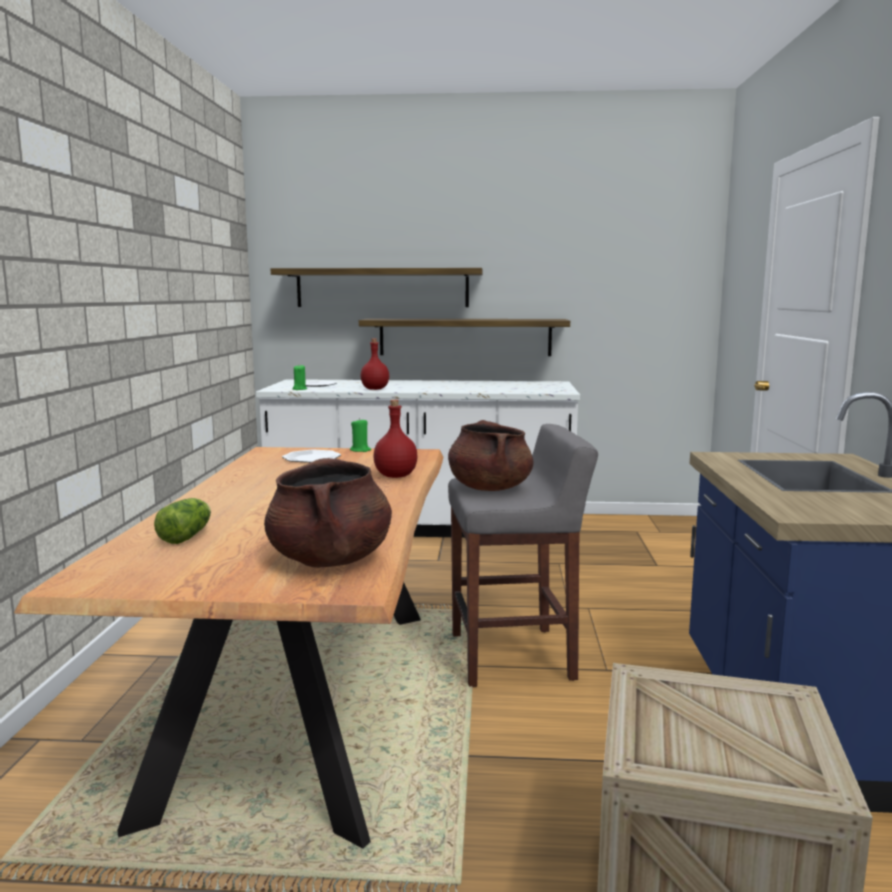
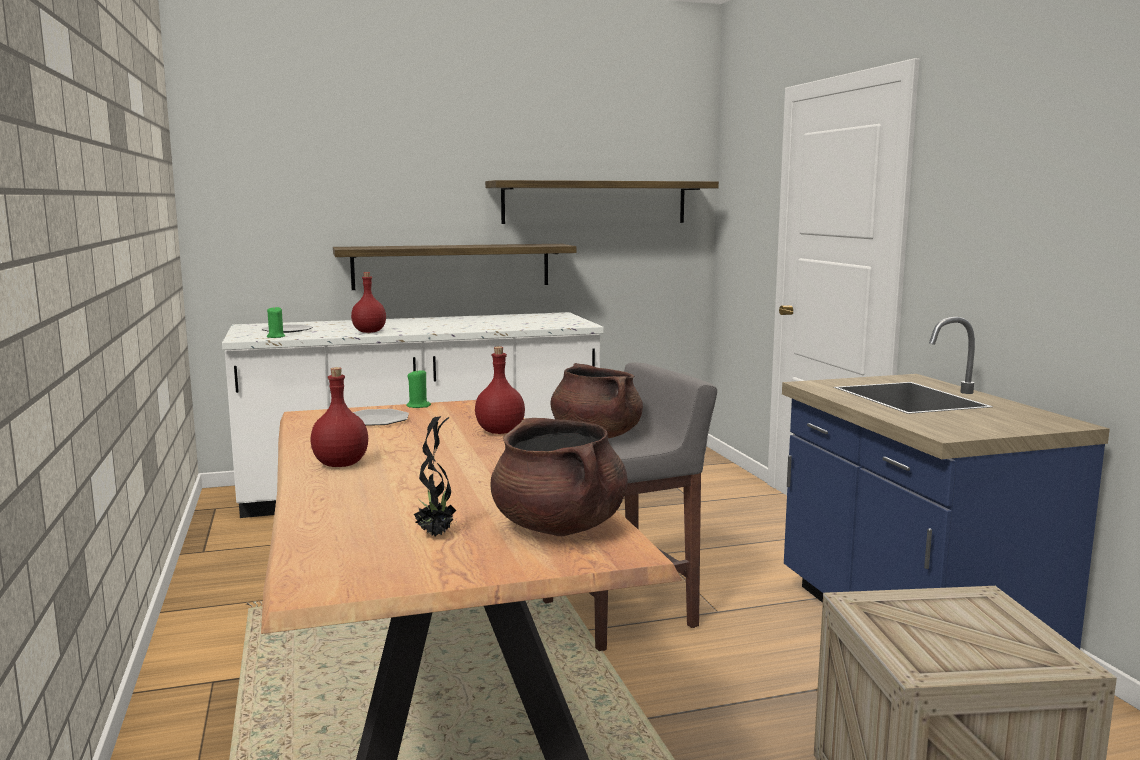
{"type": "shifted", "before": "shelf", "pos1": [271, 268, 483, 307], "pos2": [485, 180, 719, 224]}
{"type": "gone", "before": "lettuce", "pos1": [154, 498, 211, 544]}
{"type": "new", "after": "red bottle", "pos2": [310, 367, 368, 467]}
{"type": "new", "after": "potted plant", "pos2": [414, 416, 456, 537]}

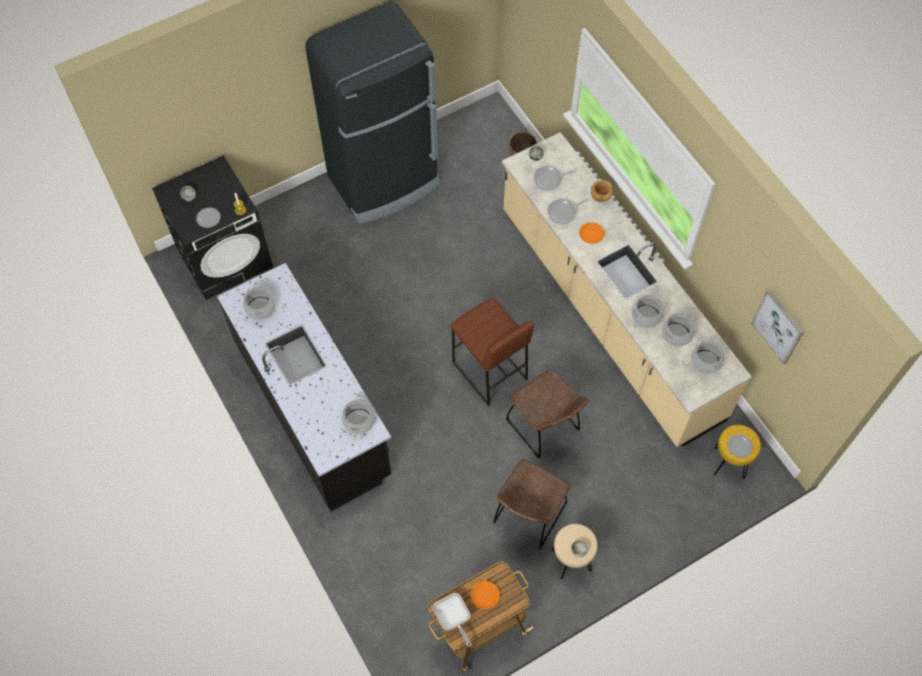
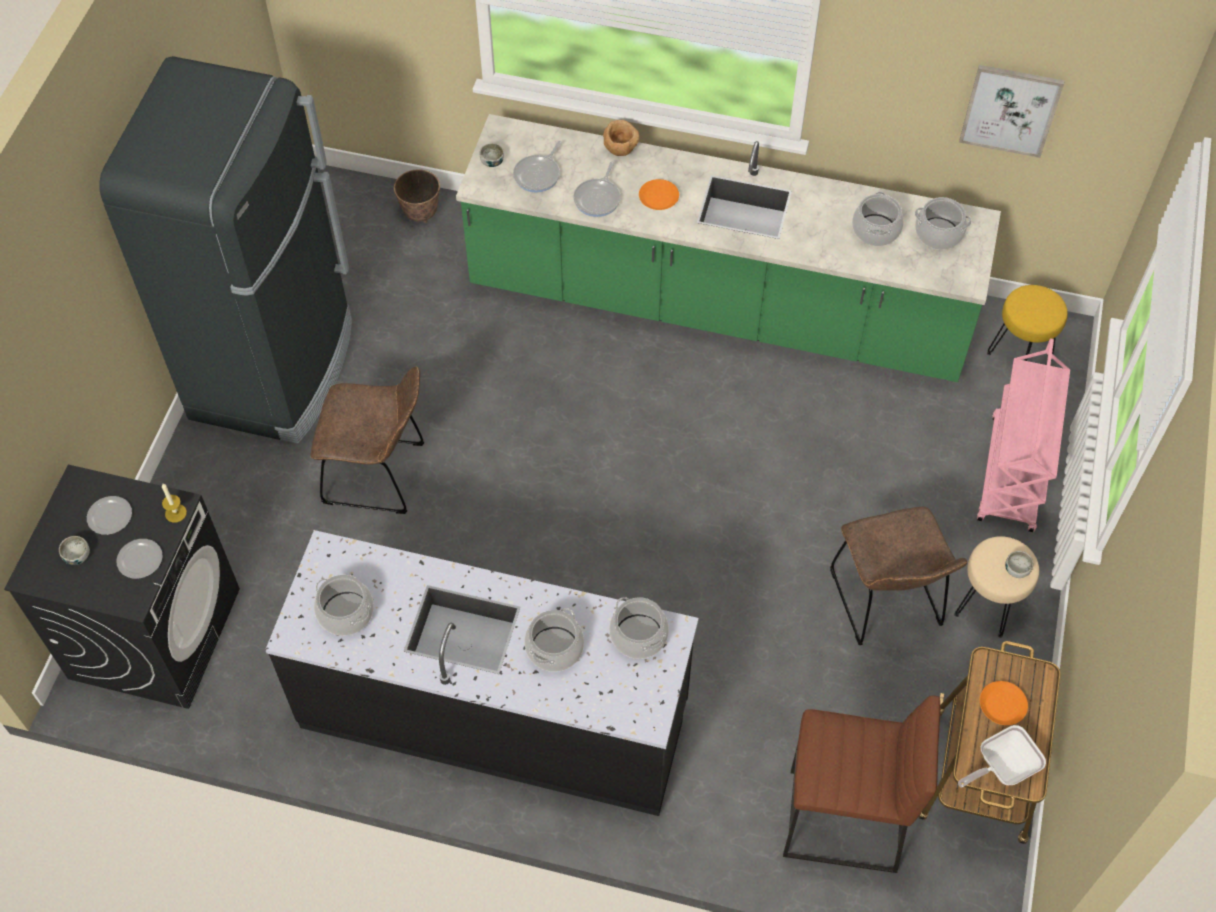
{"type": "repainted", "before": "beige counter", "after": "green counter", "pos1": [502, 132, 752, 447], "pos2": [456, 114, 1001, 382]}
{"type": "shifted", "before": "cooking pot", "pos1": [631, 295, 666, 328], "pos2": [524, 608, 584, 672]}
{"type": "shifted", "before": "brown stool", "pos1": [450, 297, 534, 406], "pos2": [783, 695, 940, 873]}
{"type": "shifted", "before": "brown chair", "pos1": [506, 370, 589, 458], "pos2": [310, 367, 424, 514]}
{"type": "shifted", "before": "plate", "pos1": [727, 434, 753, 458], "pos2": [87, 496, 132, 535]}
{"type": "rotated", "before": "frying pan", "pos1": [433, 593, 471, 647], "pos2": [958, 725, 1046, 787], "turn": 135}
{"type": "new", "after": "pink cart", "pos2": [977, 338, 1070, 532]}

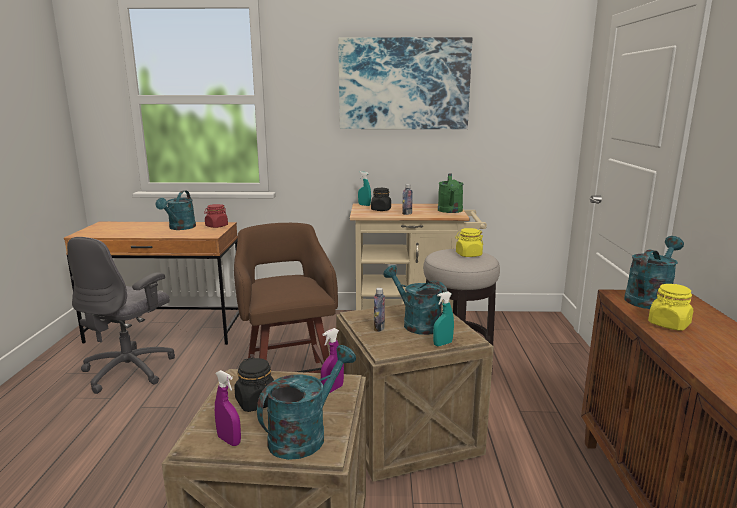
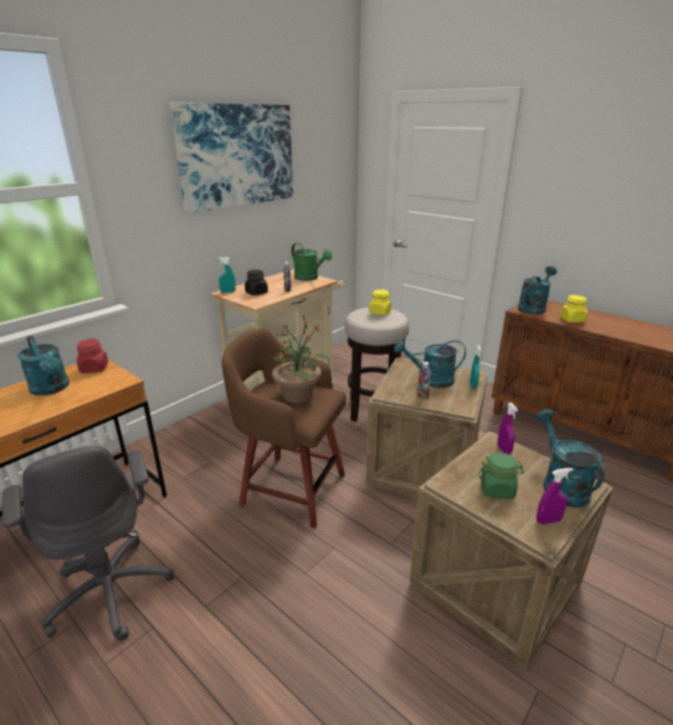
{"type": "rotated", "before": "turquoise watering can", "pos1": [624, 236, 684, 309], "pos2": [518, 266, 557, 314], "turn": 45}
{"type": "repainted", "before": "black jar", "after": "green jar", "pos1": [234, 357, 274, 412], "pos2": [478, 452, 524, 499]}
{"type": "new", "after": "potted plant", "pos2": [272, 319, 328, 403]}

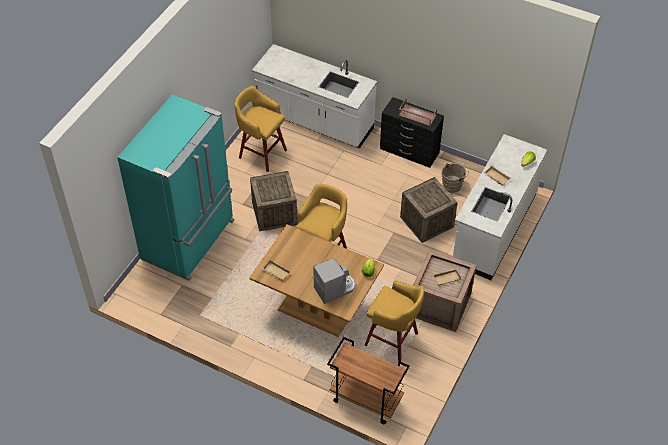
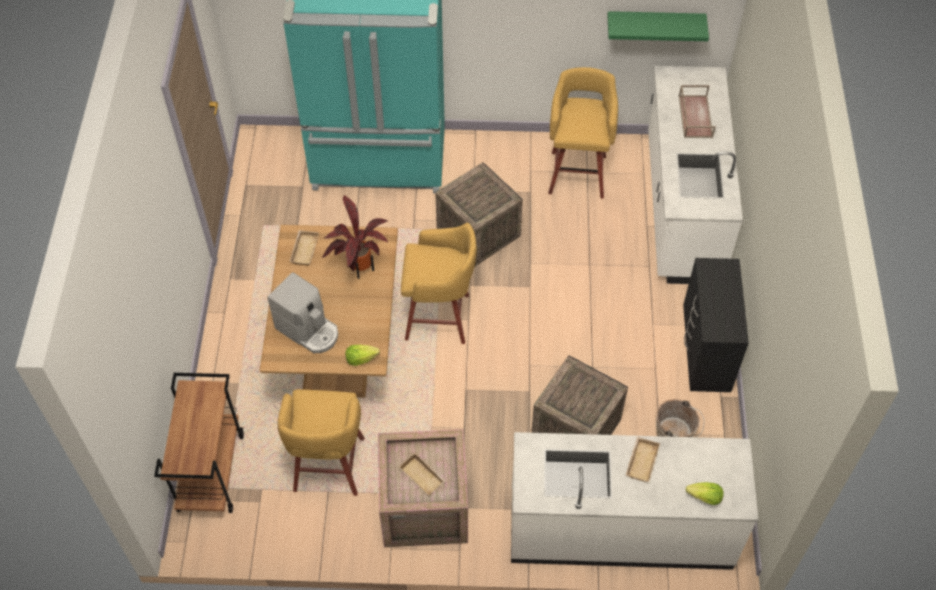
{"type": "shifted", "before": "brown tray", "pos1": [398, 98, 437, 126], "pos2": [679, 85, 716, 138]}
{"type": "new", "after": "green shelf", "pos2": [607, 11, 709, 41]}
{"type": "new", "after": "potted plant", "pos2": [321, 195, 388, 279]}

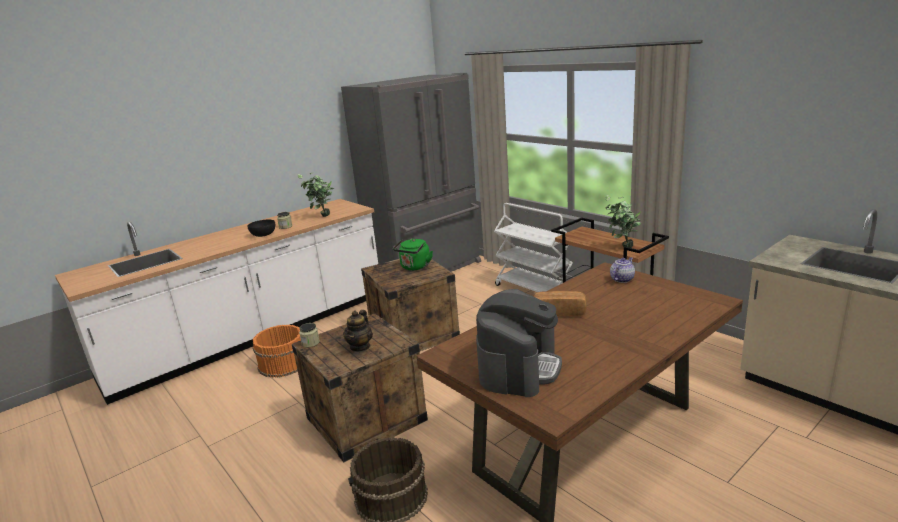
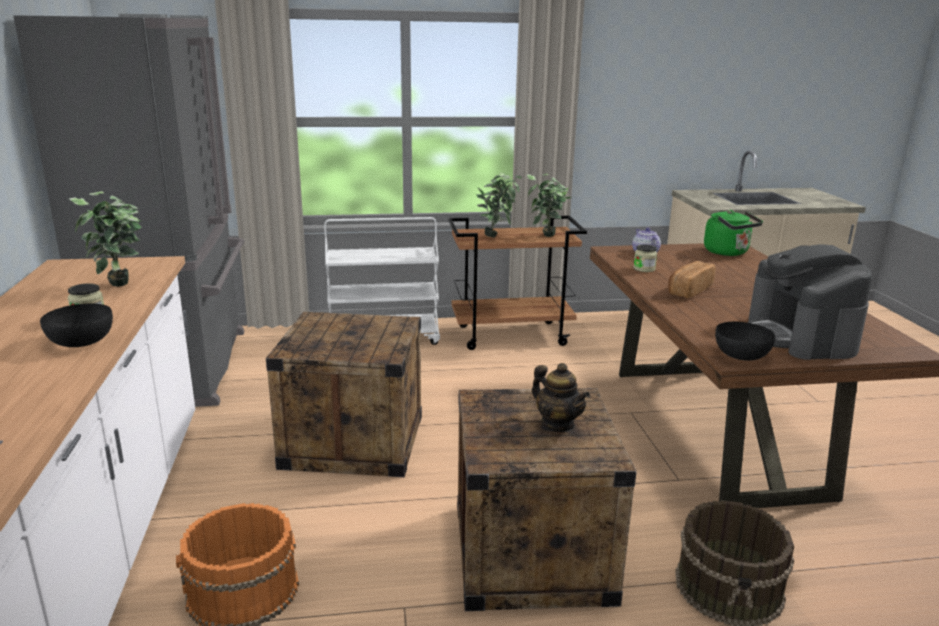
{"type": "shifted", "before": "green kettle", "pos1": [393, 239, 433, 270], "pos2": [704, 210, 763, 256]}
{"type": "rotated", "before": "coffee machine", "pos1": [476, 289, 562, 397], "pos2": [748, 244, 872, 360], "turn": -150}
{"type": "shifted", "before": "jar", "pos1": [299, 323, 320, 347], "pos2": [633, 244, 657, 272]}
{"type": "new", "after": "potted plant", "pos2": [477, 173, 522, 238]}
{"type": "new", "after": "black bowl", "pos2": [715, 322, 775, 361]}

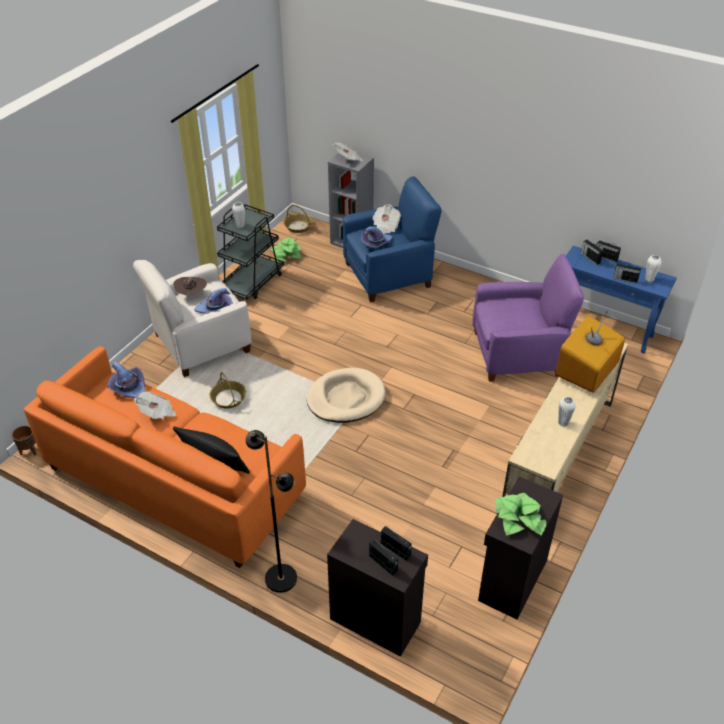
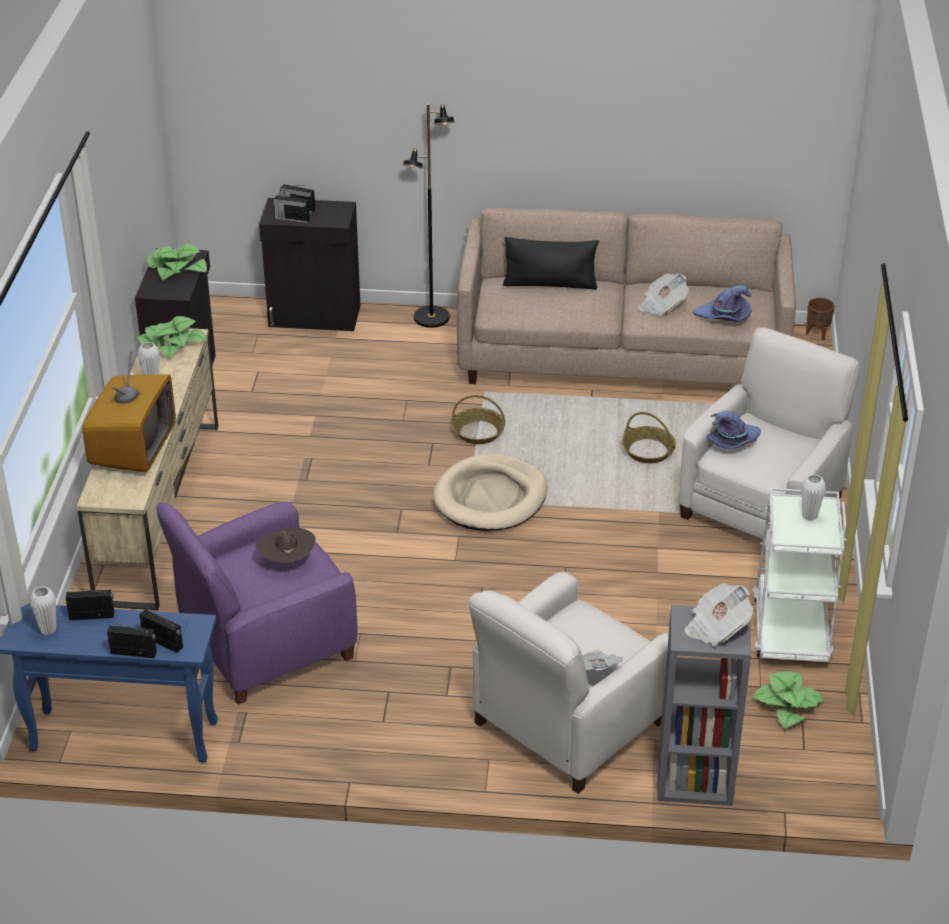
{"type": "repainted", "before": "blue armchair", "after": "white armchair", "pos1": [343, 176, 441, 302], "pos2": [469, 572, 669, 794]}
{"type": "repainted", "before": "black cart", "after": "white cart", "pos1": [217, 204, 284, 300], "pos2": [753, 488, 847, 662]}
{"type": "shifted", "before": "basket", "pos1": [284, 205, 313, 233], "pos2": [452, 395, 505, 444]}
{"type": "gone", "before": "purple hat", "pos1": [361, 226, 392, 249]}
{"type": "shifted", "before": "brown hat", "pos1": [173, 277, 207, 295], "pos2": [255, 528, 316, 565]}
{"type": "repainted", "before": "orange sofa", "after": "beige sofa", "pos1": [24, 346, 306, 568], "pos2": [457, 208, 796, 384]}
{"type": "new", "after": "potted plant", "pos2": [137, 316, 207, 359]}

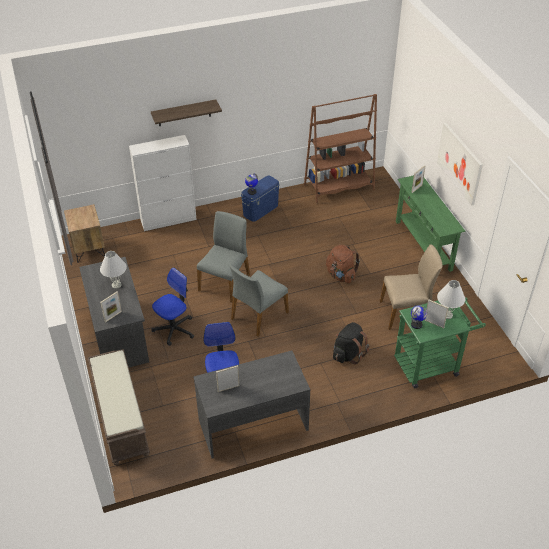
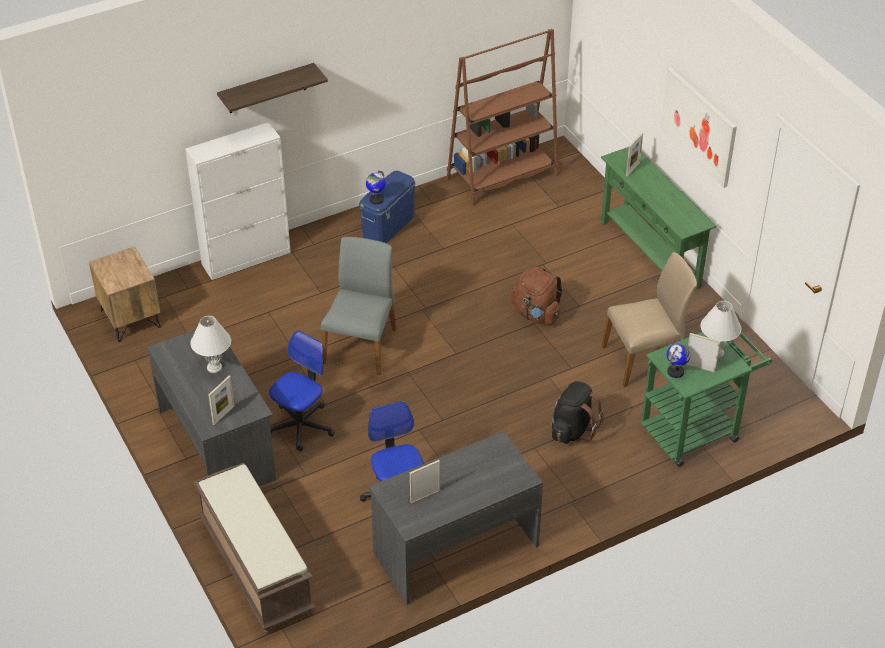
{"type": "gone", "before": "grey chair", "pos1": [230, 264, 289, 337]}

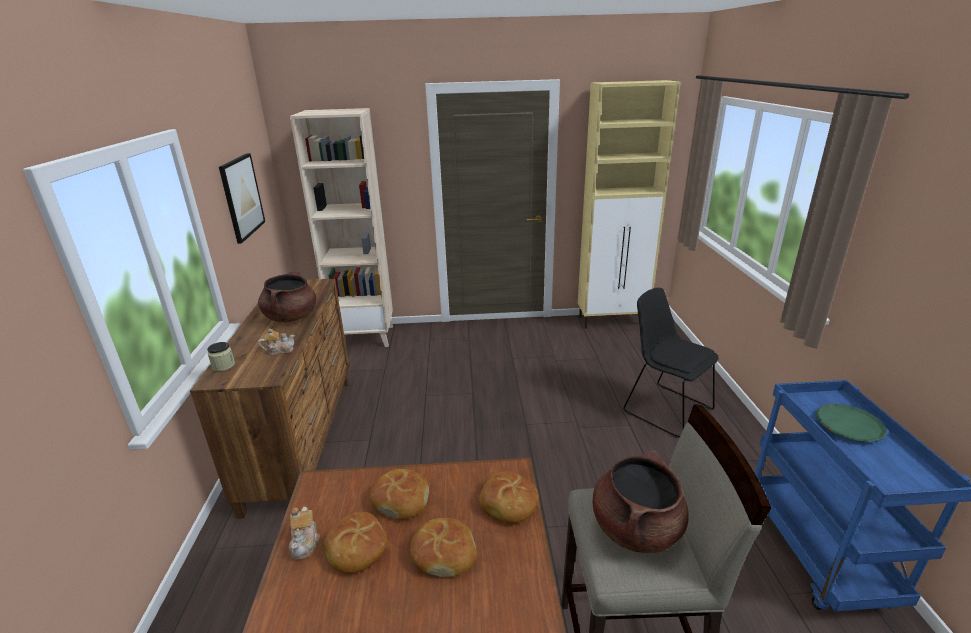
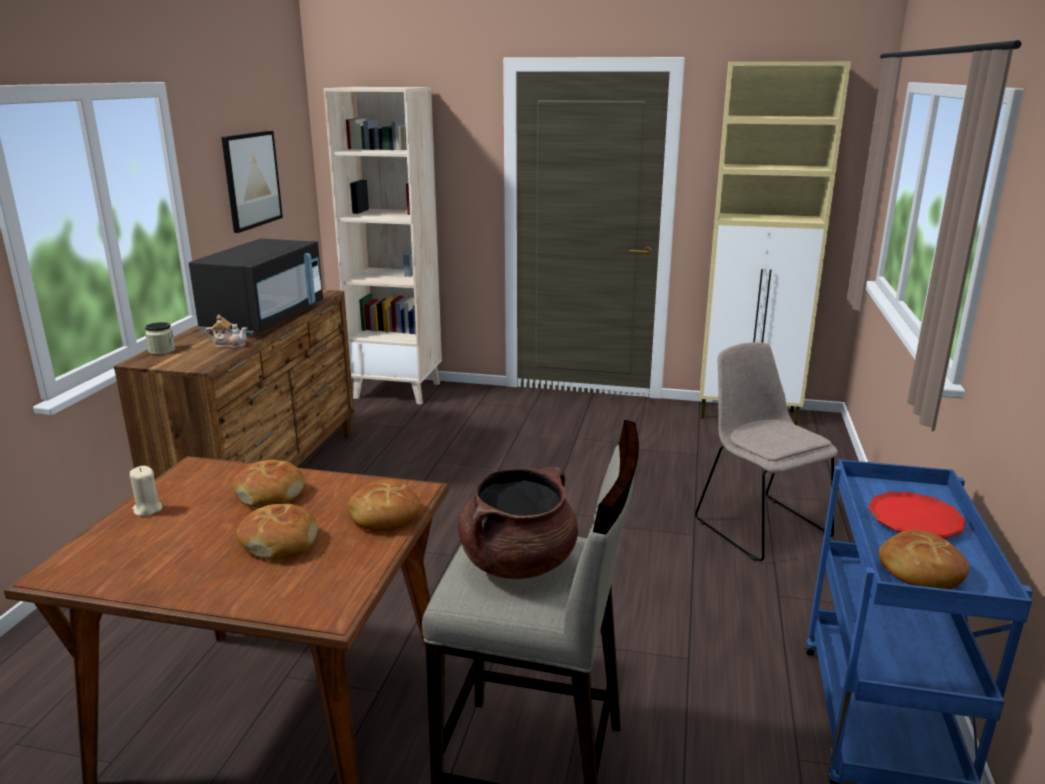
{"type": "swapped", "before": "brown cooking pot", "after": "black microwave", "pos1": [258, 271, 316, 322], "pos2": [189, 238, 323, 335]}
{"type": "repainted", "before": "black chair", "after": "beige chair", "pos1": [623, 288, 719, 438], "pos2": [695, 342, 838, 561]}
{"type": "repainted", "before": "green plate", "after": "red plate", "pos1": [816, 403, 887, 443], "pos2": [868, 492, 966, 539]}
{"type": "swapped", "before": "teapot", "after": "beige candle", "pos1": [289, 507, 320, 560], "pos2": [130, 466, 162, 516]}
{"type": "shifted", "before": "bread", "pos1": [323, 512, 387, 574], "pos2": [879, 530, 969, 589]}

